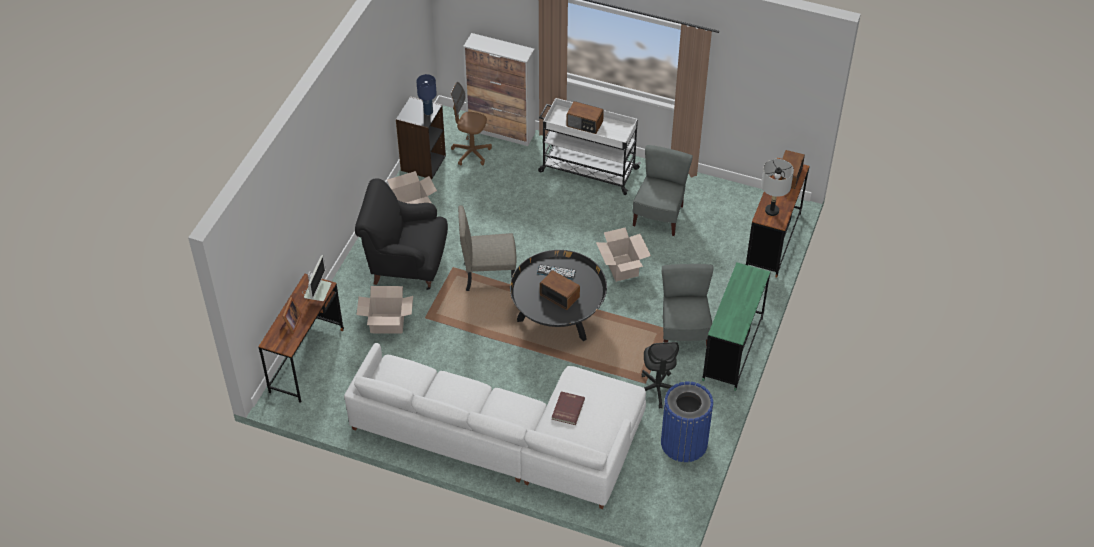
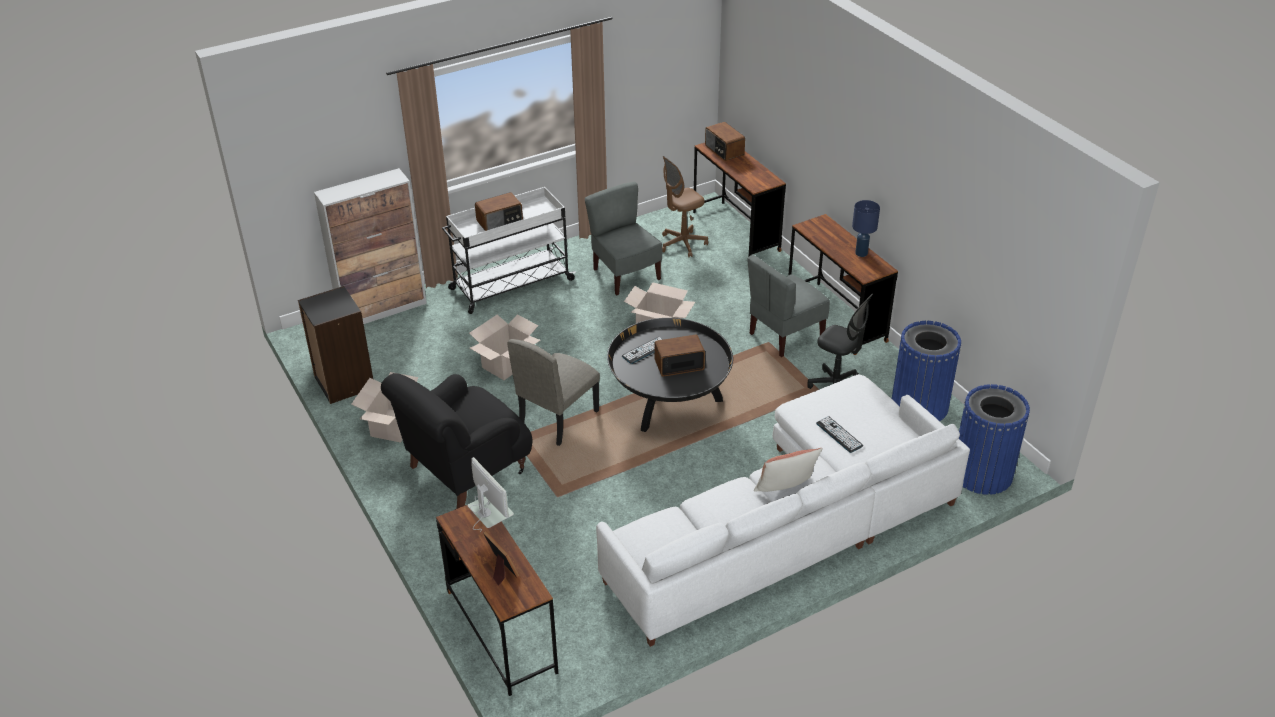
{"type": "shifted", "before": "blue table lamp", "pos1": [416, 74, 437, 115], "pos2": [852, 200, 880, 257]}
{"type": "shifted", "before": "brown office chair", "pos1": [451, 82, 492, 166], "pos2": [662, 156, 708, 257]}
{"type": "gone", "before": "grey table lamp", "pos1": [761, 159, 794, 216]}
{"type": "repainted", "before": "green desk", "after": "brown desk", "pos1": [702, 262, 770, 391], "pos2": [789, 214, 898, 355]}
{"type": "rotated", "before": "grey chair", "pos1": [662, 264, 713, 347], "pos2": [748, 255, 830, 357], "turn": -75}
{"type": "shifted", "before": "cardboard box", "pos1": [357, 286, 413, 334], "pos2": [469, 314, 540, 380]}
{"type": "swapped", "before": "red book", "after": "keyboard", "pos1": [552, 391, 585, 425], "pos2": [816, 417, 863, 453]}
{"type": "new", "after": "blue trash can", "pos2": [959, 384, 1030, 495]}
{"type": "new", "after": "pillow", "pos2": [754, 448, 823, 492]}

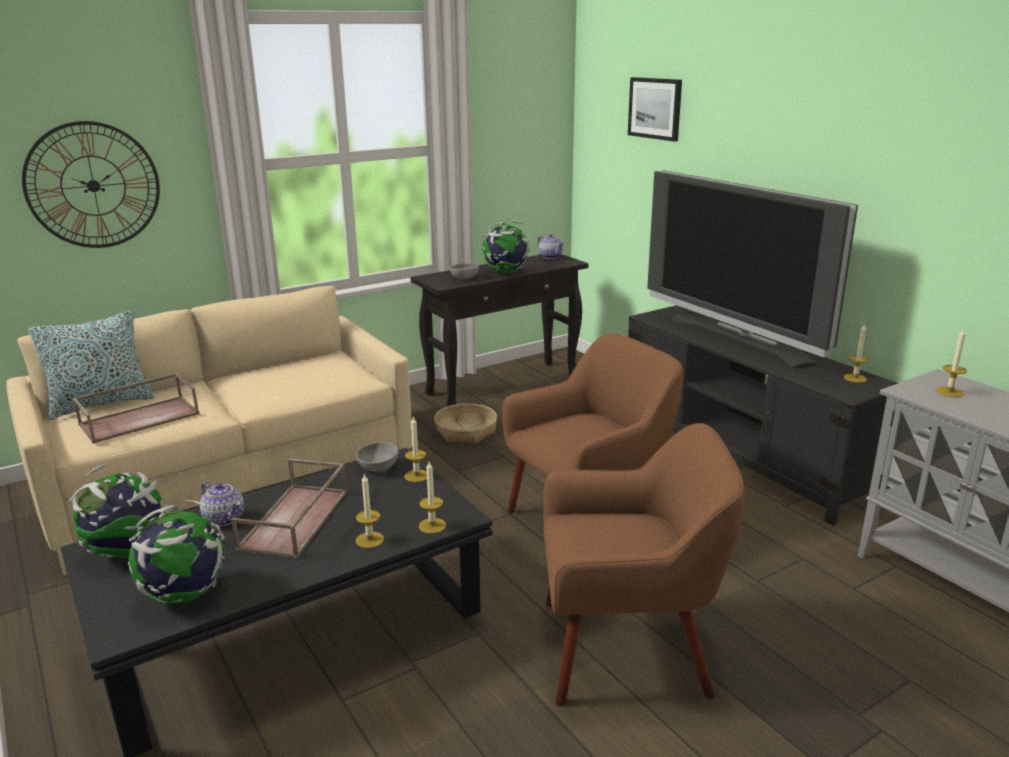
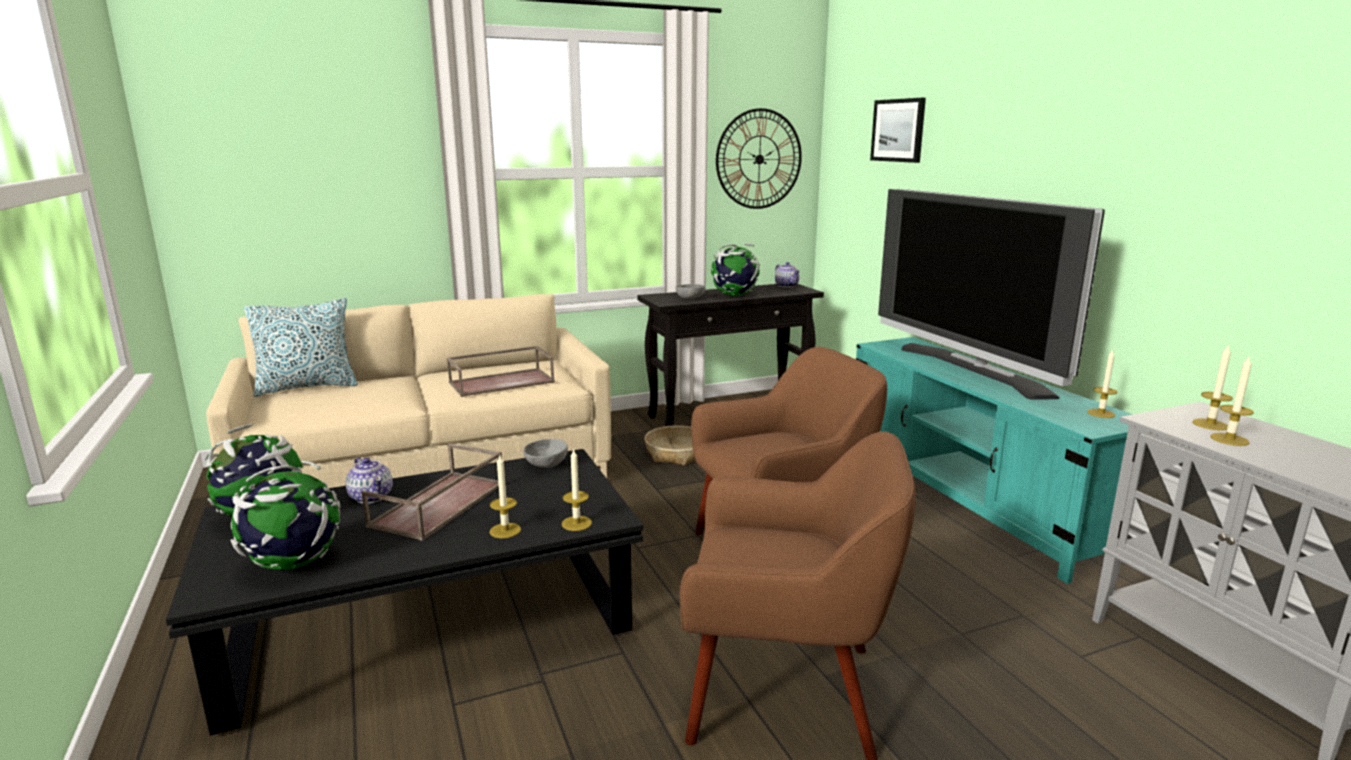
{"type": "shifted", "before": "wall clock", "pos1": [22, 121, 160, 248], "pos2": [716, 108, 802, 209]}
{"type": "repainted", "before": "black tv stand", "after": "turquoise tv stand", "pos1": [628, 305, 898, 526], "pos2": [856, 337, 1132, 584]}
{"type": "shifted", "before": "brown tray", "pos1": [72, 373, 199, 443], "pos2": [447, 346, 555, 397]}
{"type": "shifted", "before": "candle", "pos1": [404, 416, 427, 482], "pos2": [1211, 355, 1254, 446]}

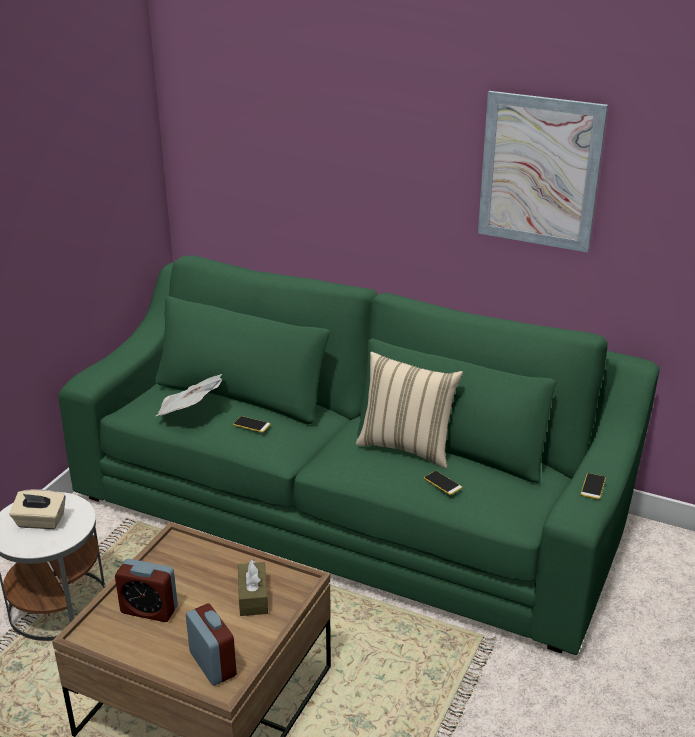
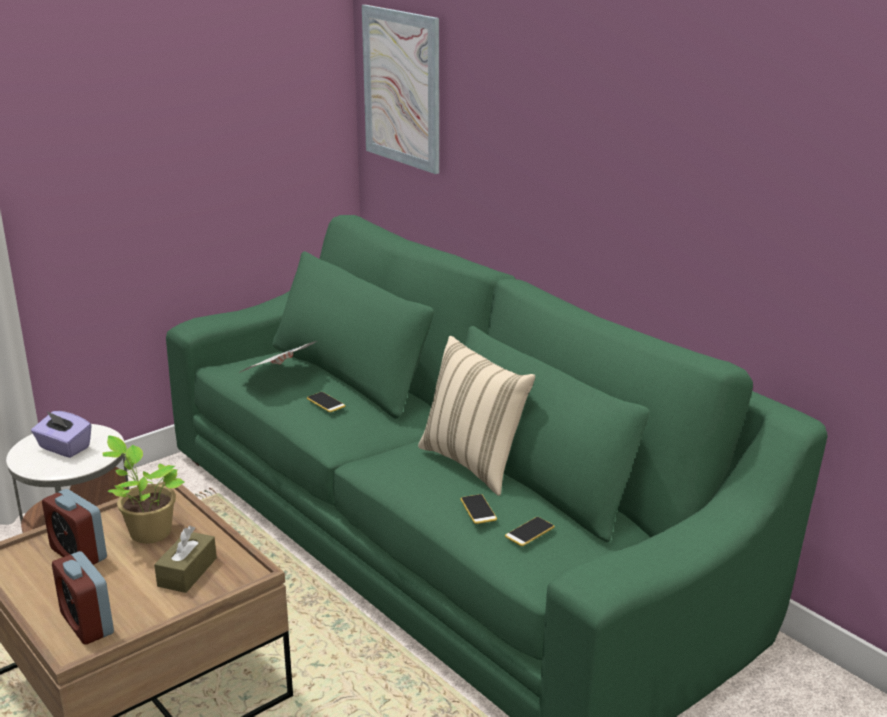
{"type": "shifted", "before": "picture", "pos1": [478, 91, 608, 253], "pos2": [362, 5, 439, 174]}
{"type": "shifted", "before": "phone", "pos1": [581, 473, 606, 499], "pos2": [505, 517, 554, 546]}
{"type": "repainted", "before": "beige tissue box", "after": "purple tissue box", "pos1": [9, 489, 66, 529], "pos2": [31, 411, 92, 458]}
{"type": "rotated", "before": "alarm clock", "pos1": [186, 603, 237, 686], "pos2": [52, 551, 114, 645], "turn": 150}
{"type": "new", "after": "potted plant", "pos2": [102, 435, 184, 543]}

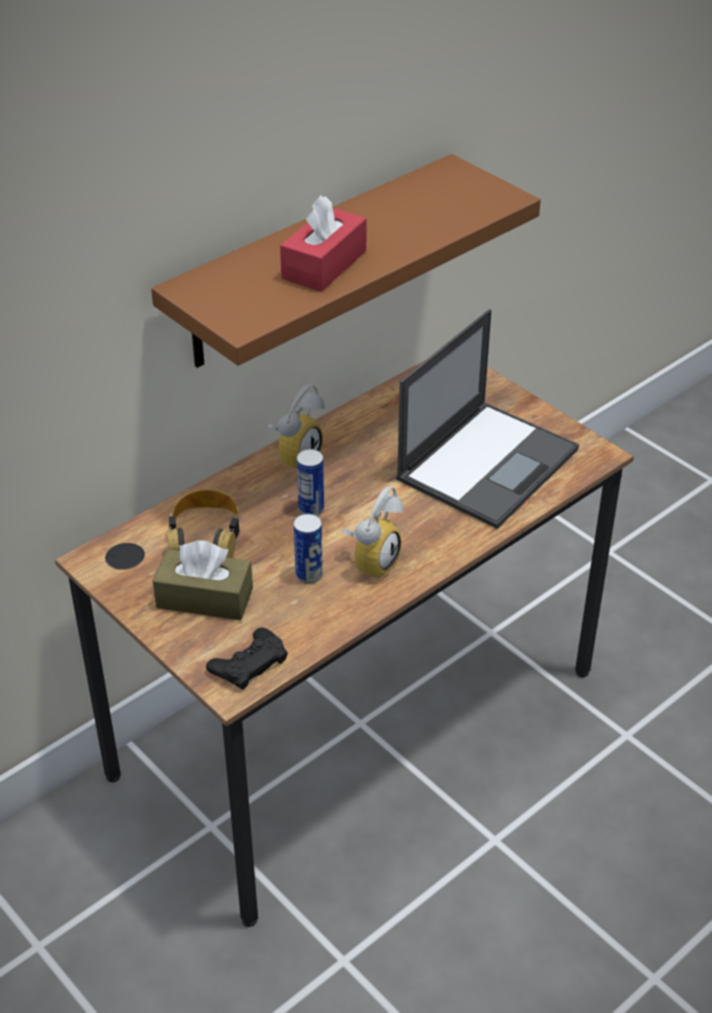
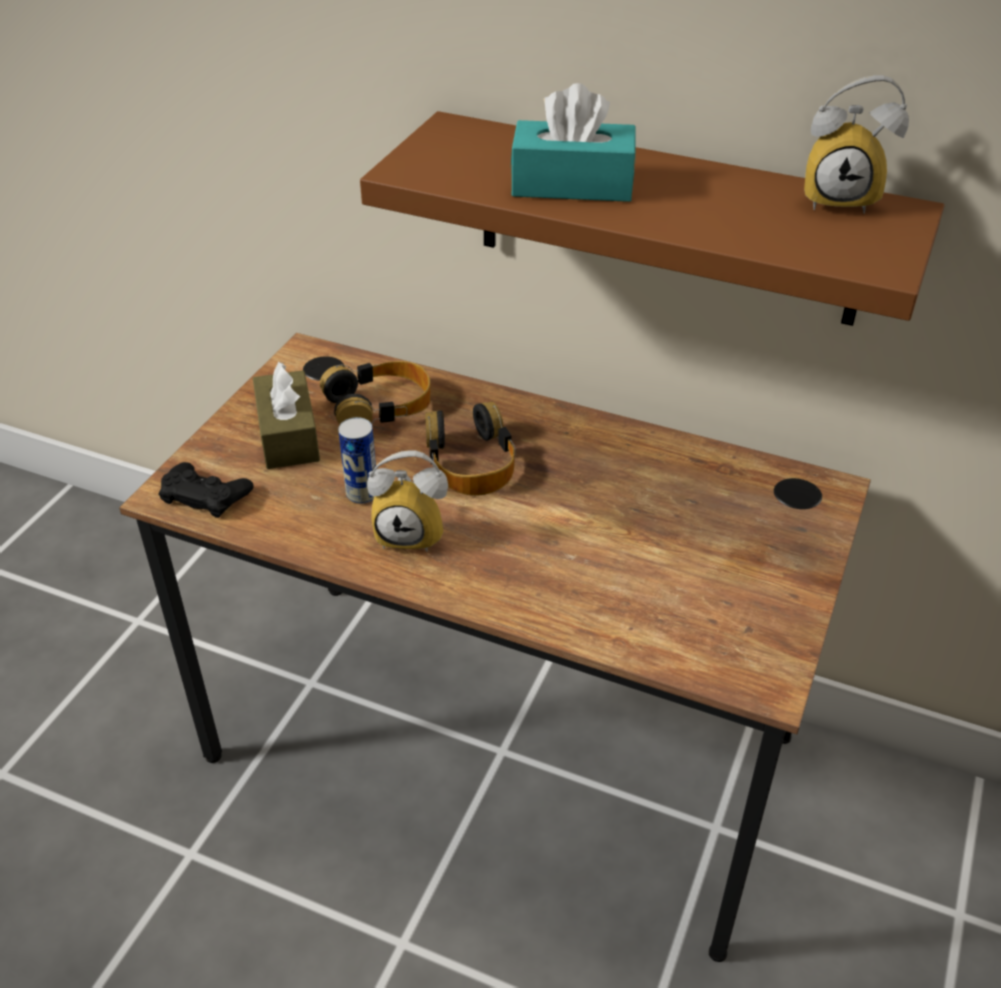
{"type": "repainted", "before": "red tissue box", "after": "turquoise tissue box", "pos1": [280, 196, 366, 292], "pos2": [510, 83, 636, 202]}
{"type": "gone", "before": "laptop", "pos1": [396, 309, 579, 529]}
{"type": "shifted", "before": "alarm clock", "pos1": [268, 384, 325, 468], "pos2": [804, 75, 909, 214]}
{"type": "swapped", "before": "can", "after": "headphones", "pos1": [297, 449, 324, 516], "pos2": [425, 402, 516, 496]}

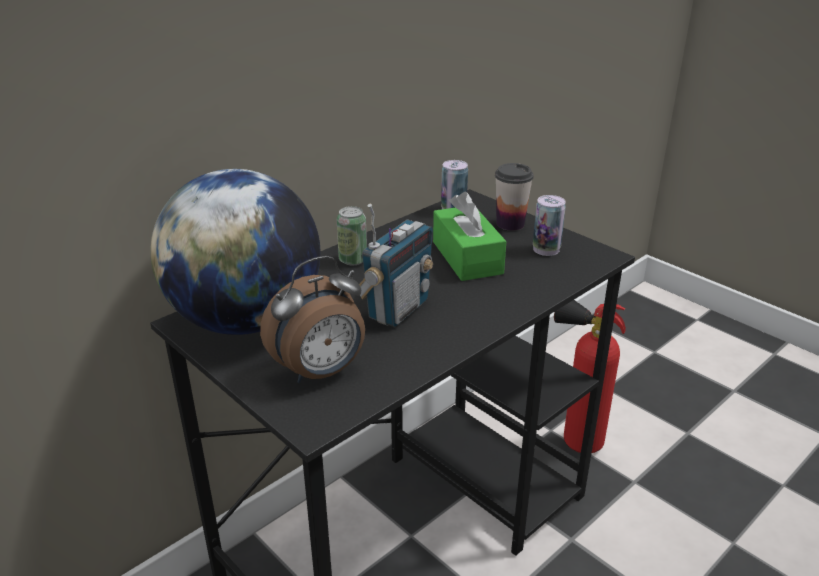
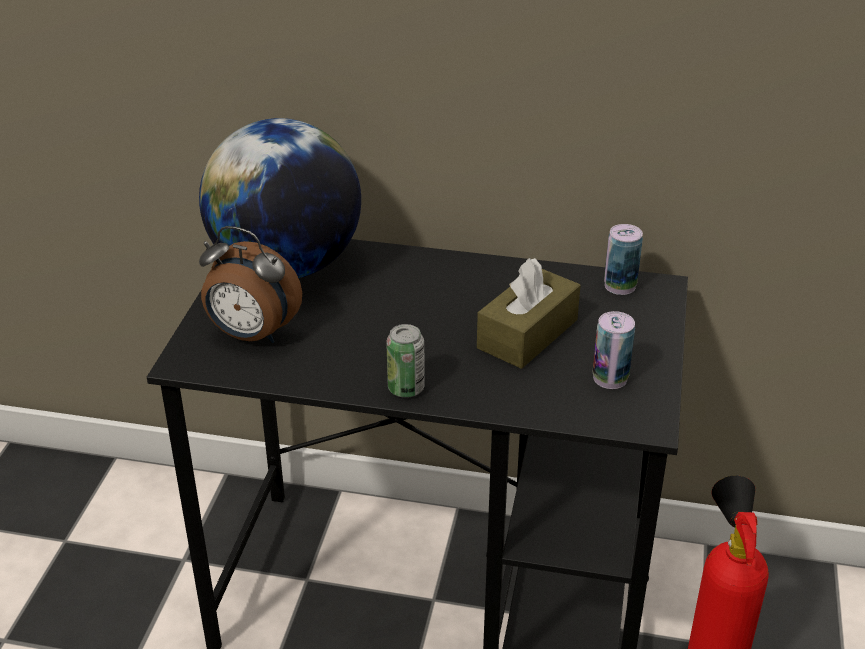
{"type": "gone", "before": "cup", "pos1": [495, 163, 534, 231]}
{"type": "repainted", "before": "green tissue box", "after": "brown tissue box", "pos1": [433, 192, 506, 281], "pos2": [477, 258, 581, 369]}
{"type": "gone", "before": "radio", "pos1": [359, 204, 433, 327]}
{"type": "shifted", "before": "can", "pos1": [337, 206, 367, 266], "pos2": [386, 324, 425, 398]}

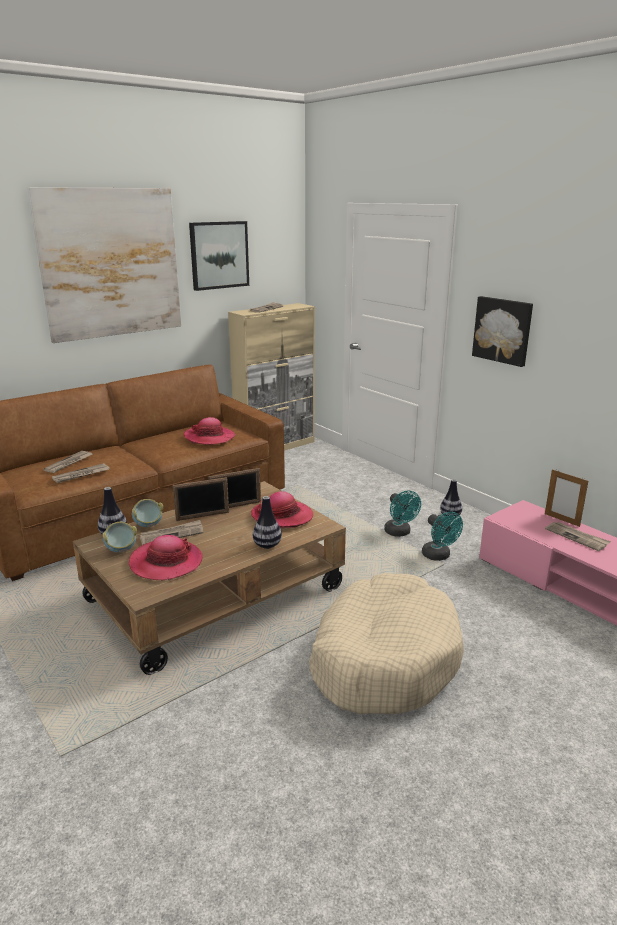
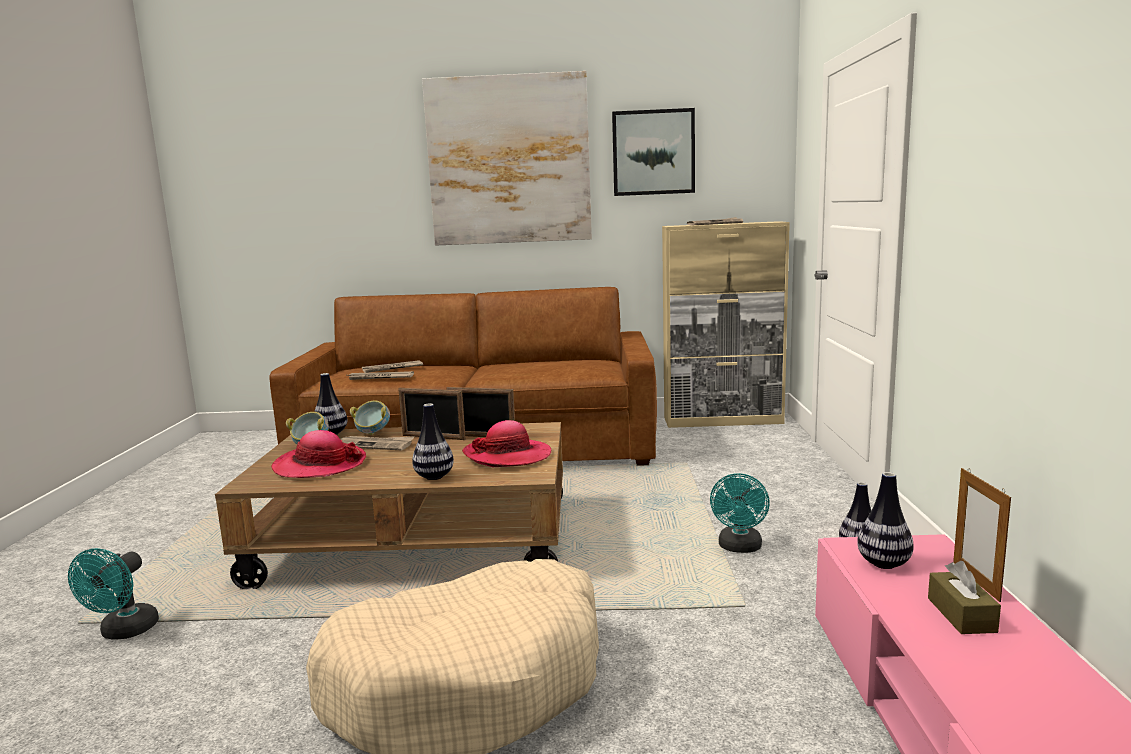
{"type": "gone", "before": "picture", "pos1": [472, 296, 533, 367]}
{"type": "gone", "before": "hat", "pos1": [184, 417, 236, 445]}
{"type": "shifted", "before": "turquoise fan", "pos1": [422, 512, 463, 561], "pos2": [68, 548, 159, 640]}
{"type": "swapped", "before": "newspaper", "after": "brown tissue box", "pos1": [545, 522, 611, 551], "pos2": [928, 561, 1001, 634]}
{"type": "new", "after": "vase", "pos2": [857, 472, 914, 569]}

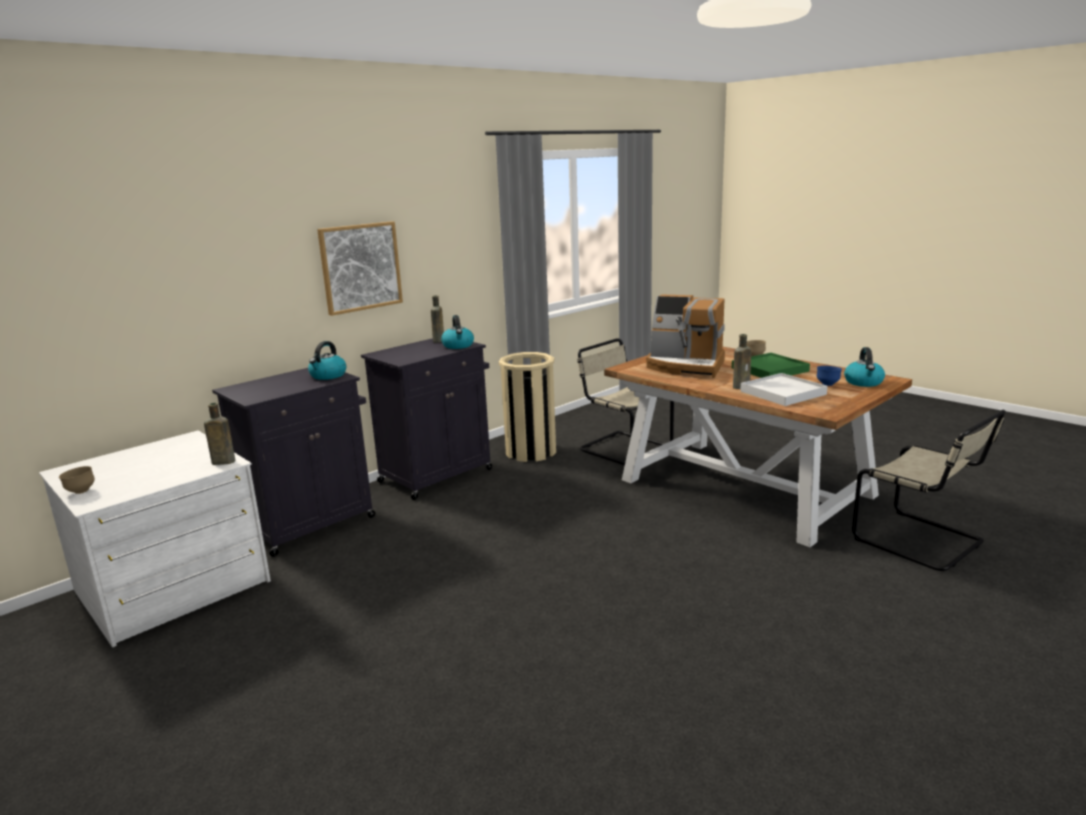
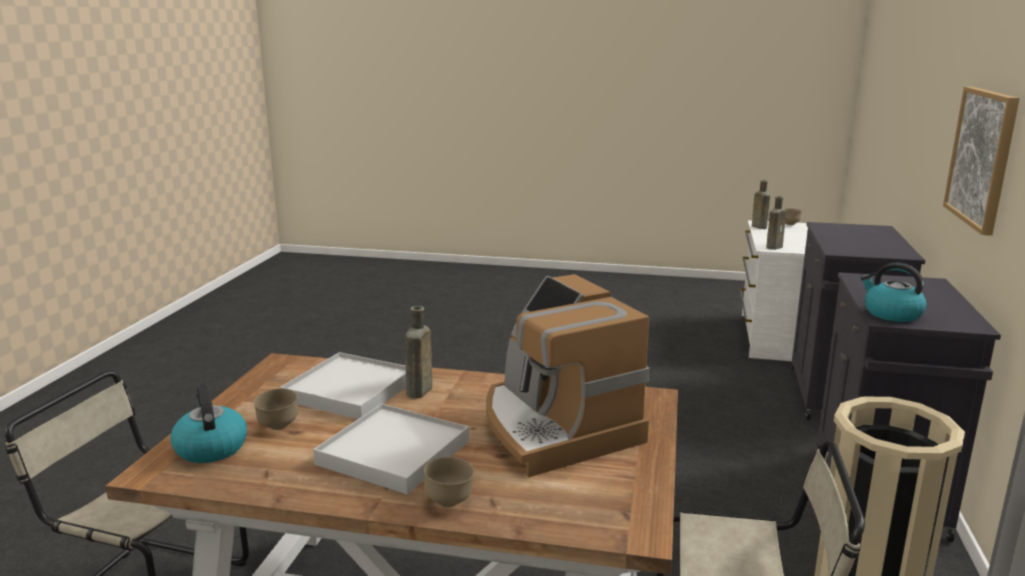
{"type": "rotated", "before": "coffee machine", "pos1": [646, 294, 725, 378], "pos2": [486, 274, 649, 477], "turn": -105}
{"type": "shifted", "before": "brown bottle", "pos1": [431, 295, 444, 343], "pos2": [752, 180, 770, 229]}
{"type": "gone", "before": "kettle", "pos1": [308, 341, 346, 380]}
{"type": "repainted", "before": "green tray", "after": "white tray", "pos1": [732, 353, 810, 378], "pos2": [313, 404, 469, 494]}
{"type": "repainted", "before": "blue bowl", "after": "brown bowl", "pos1": [817, 366, 842, 386], "pos2": [253, 388, 298, 430]}

